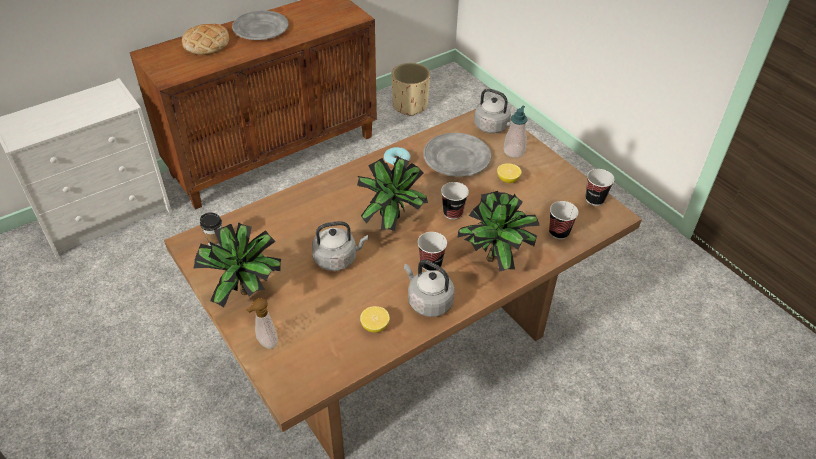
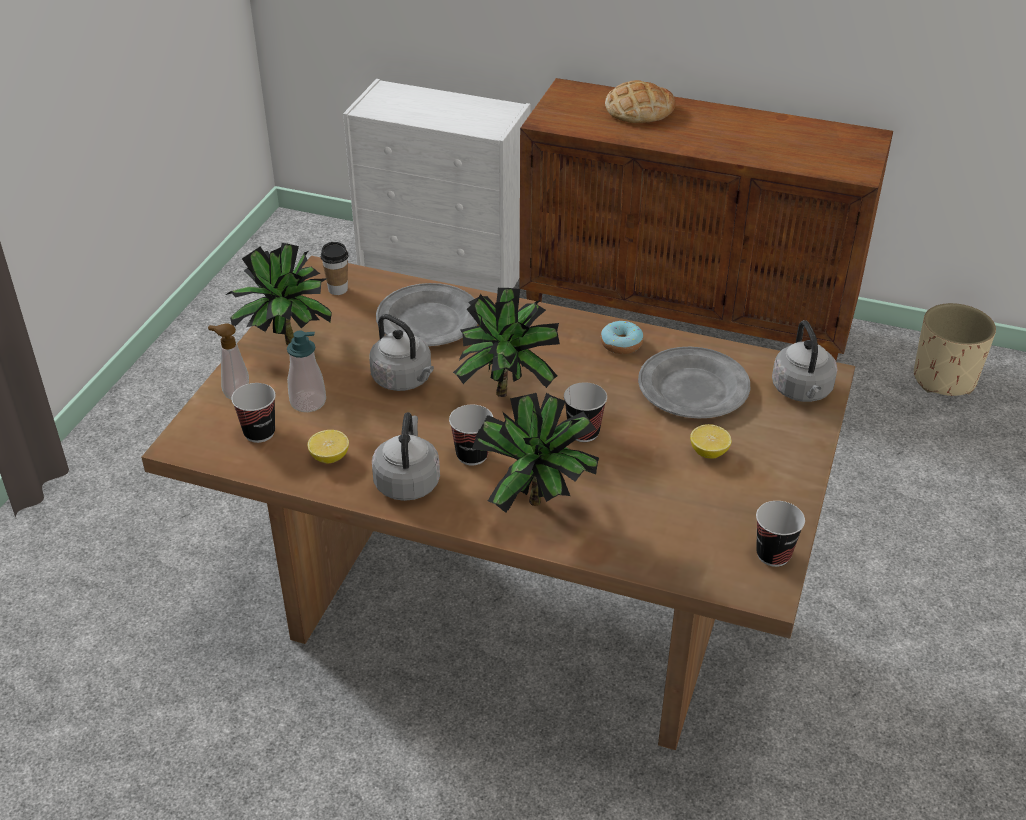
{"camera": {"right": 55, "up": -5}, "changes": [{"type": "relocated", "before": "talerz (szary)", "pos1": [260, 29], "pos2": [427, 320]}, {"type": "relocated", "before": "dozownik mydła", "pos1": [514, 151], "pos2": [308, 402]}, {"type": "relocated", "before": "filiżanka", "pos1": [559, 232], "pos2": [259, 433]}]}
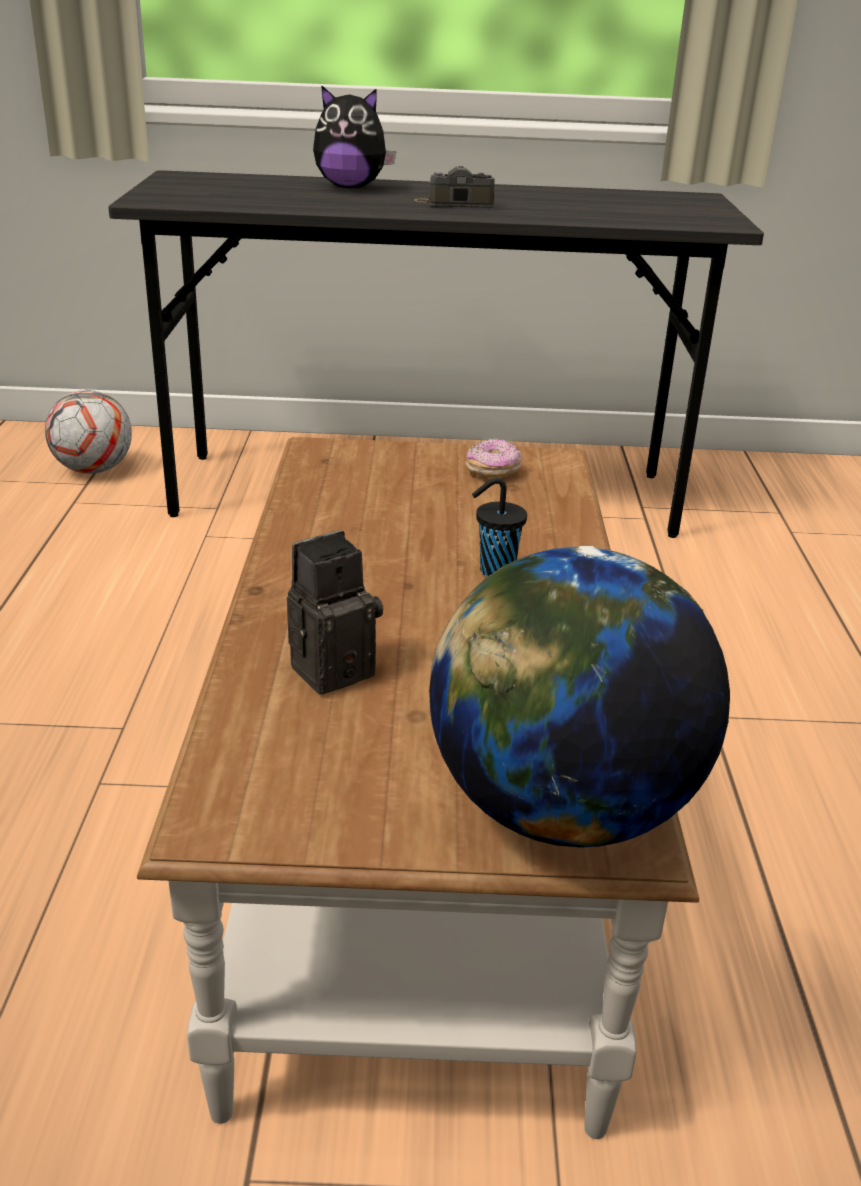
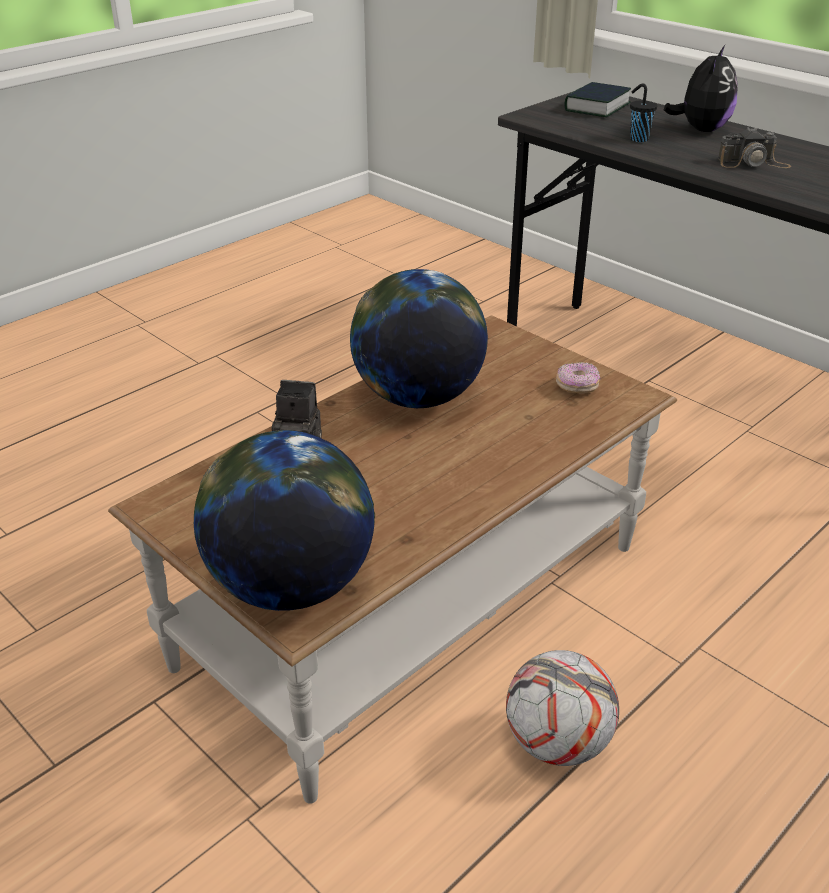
{"camera": {"right": 45, "up": 5}, "changes": [{"type": "appeared", "after": "globus", "pos2": [418, 398]}, {"type": "appeared", "after": "książka", "pos2": [597, 107]}, {"type": "relocated", "before": "piłka futbolowa", "pos1": [94, 470], "pos2": [557, 743]}, {"type": "relocated", "before": "filiżanka (czarny)", "pos1": [494, 571], "pos2": [638, 139]}, {"type": "spun", "before": "pluszak", "pos1": [351, 187], "pos2": [701, 129], "turn": -120}, {"type": "spun", "before": "aparat fotograficzny", "pos1": [454, 203], "pos2": [753, 163], "turn": 135}]}
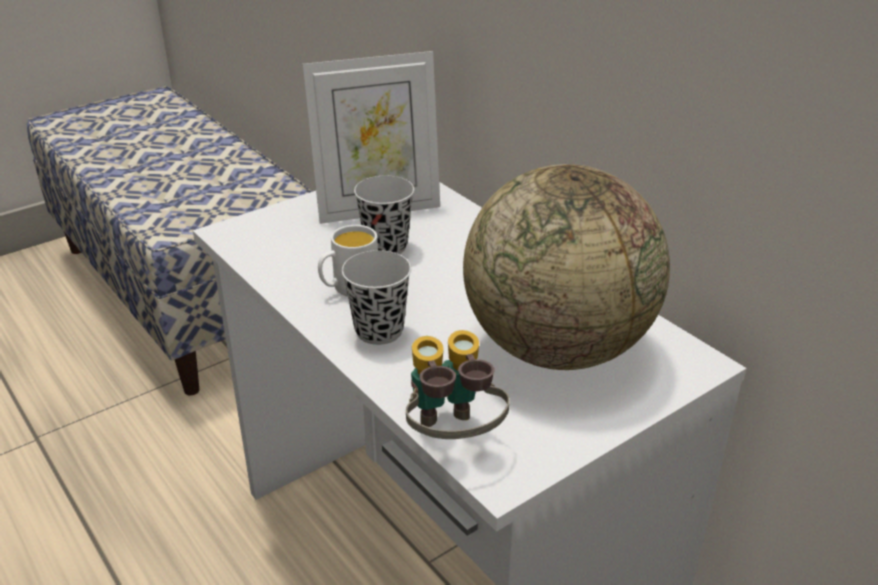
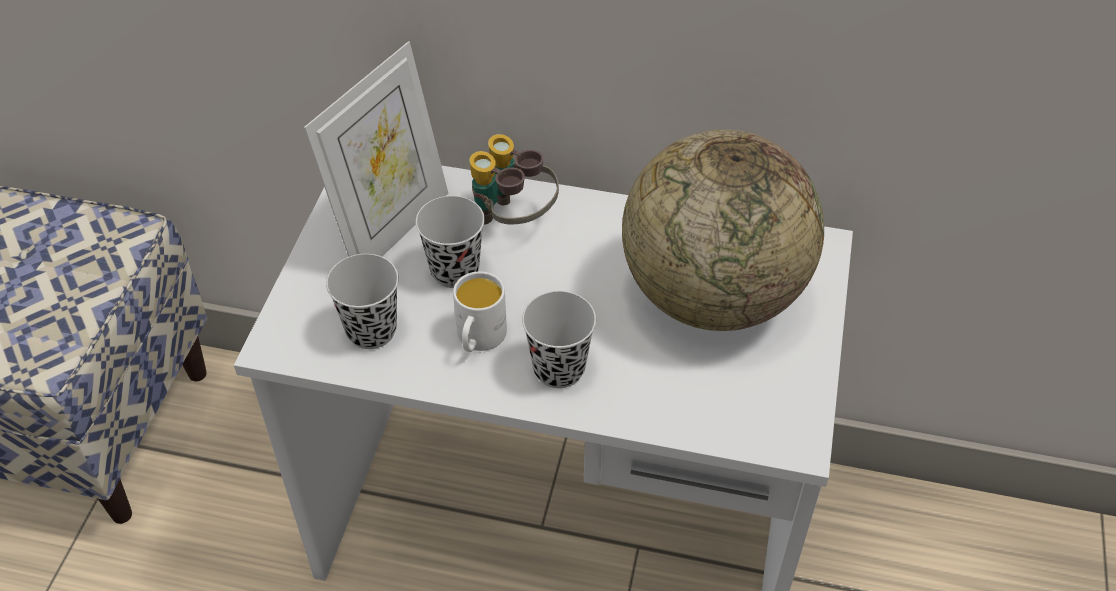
{"camera": {"right": -40, "up": 15}, "changes": [{"type": "appeared", "after": "filiżanka (czarny)", "pos2": [371, 330]}, {"type": "relocated", "before": "lornetka", "pos1": [452, 438], "pos2": [512, 220]}]}
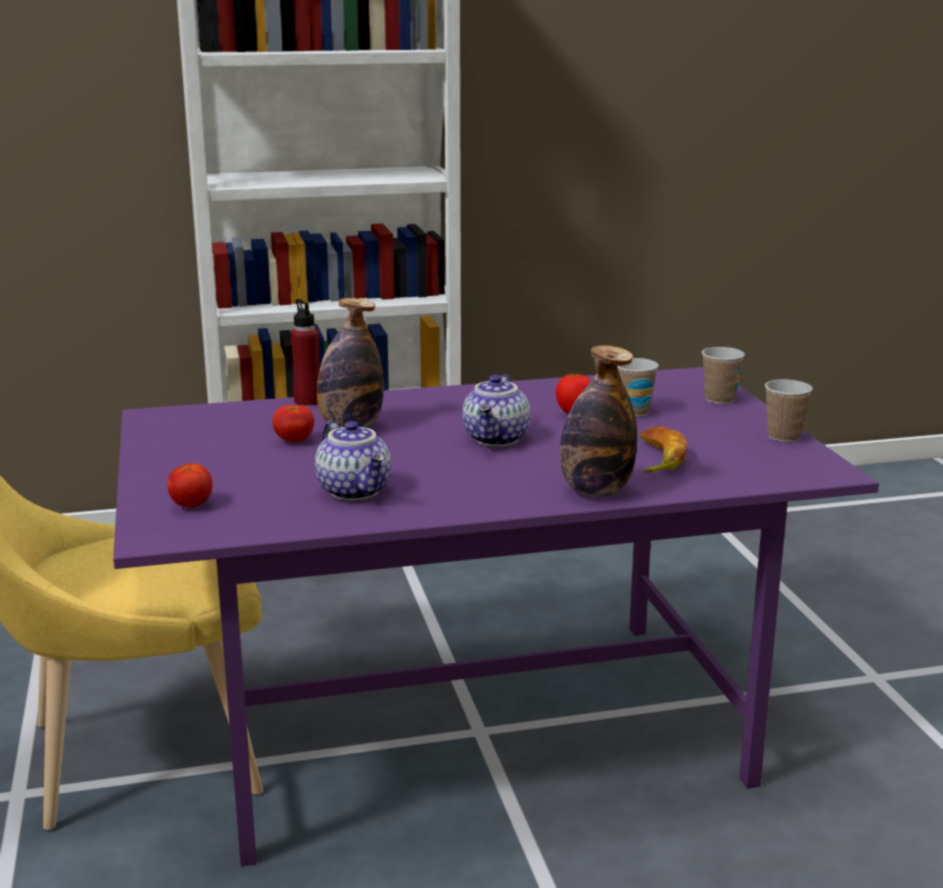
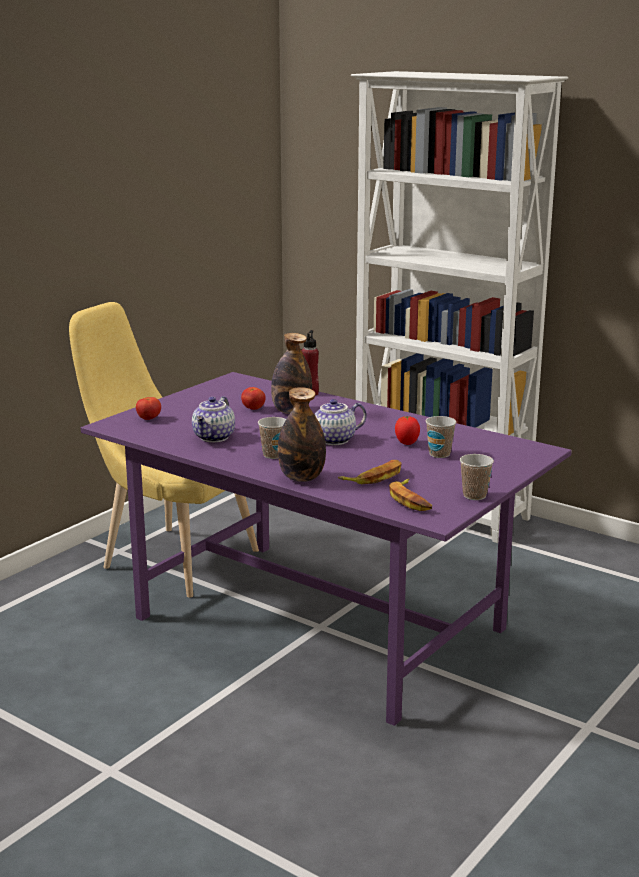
{"camera": {"right": 50, "up": 0}, "changes": [{"type": "appeared", "after": "banan", "pos2": [410, 500]}, {"type": "relocated", "before": "filiżanka", "pos1": [719, 399], "pos2": [273, 455]}]}
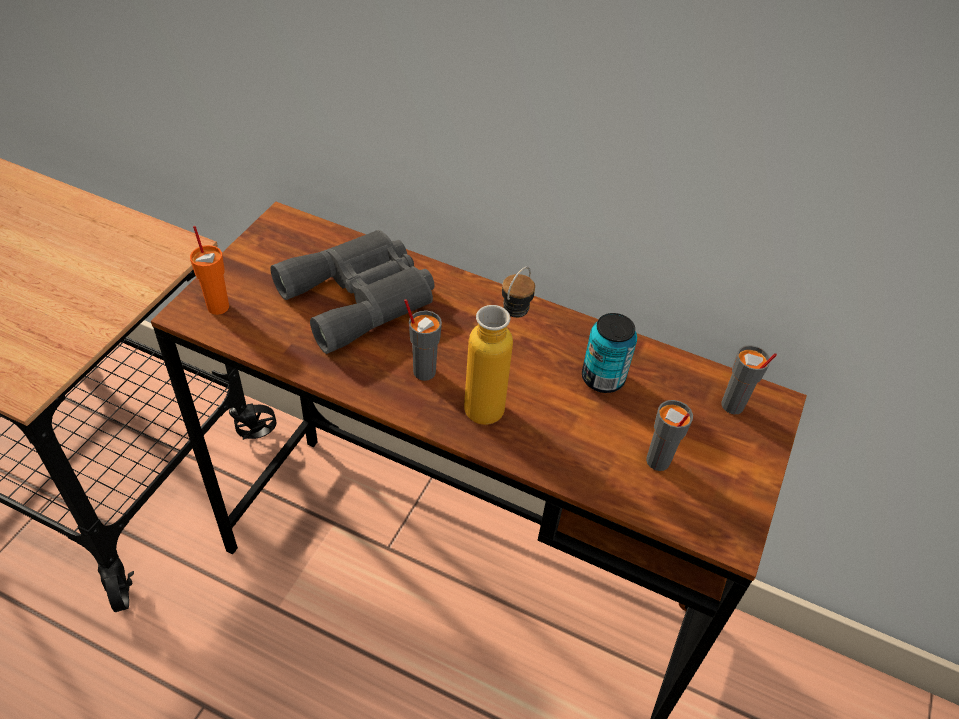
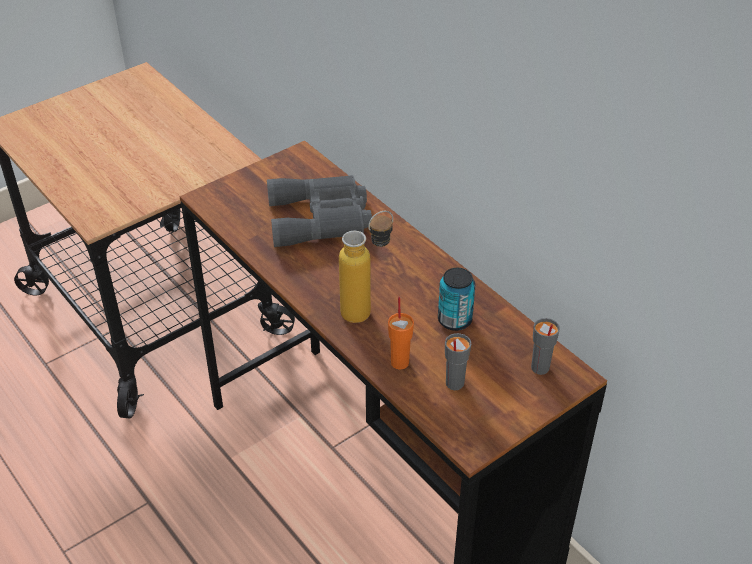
{"camera": {"right": 30, "up": -5}, "changes": [{"type": "missing", "before": "filiżanka (szary)", "pos1": [423, 371]}, {"type": "relocated", "before": "filiżanka (pomarańczowy)", "pos1": [218, 306], "pos2": [400, 362]}]}
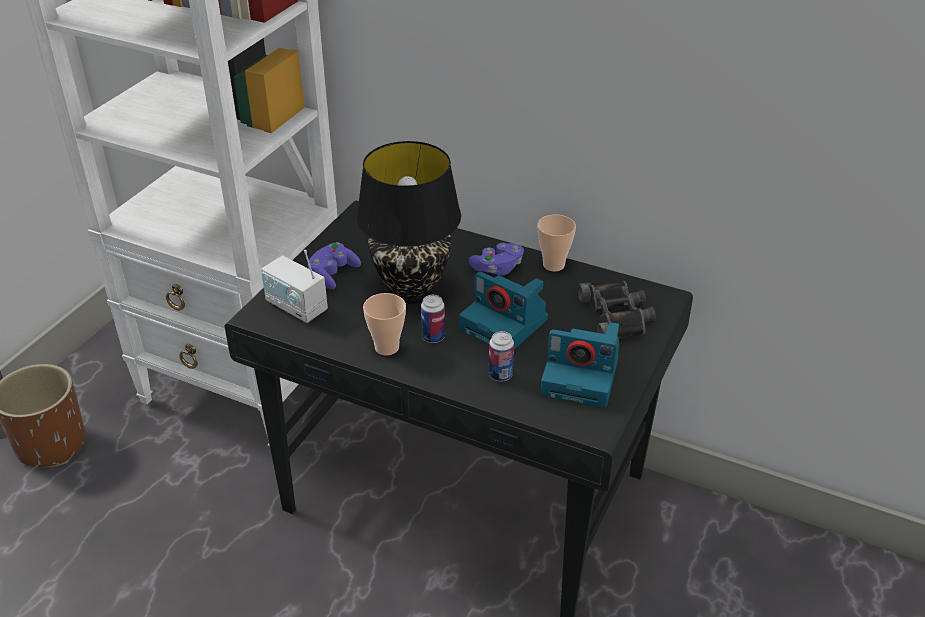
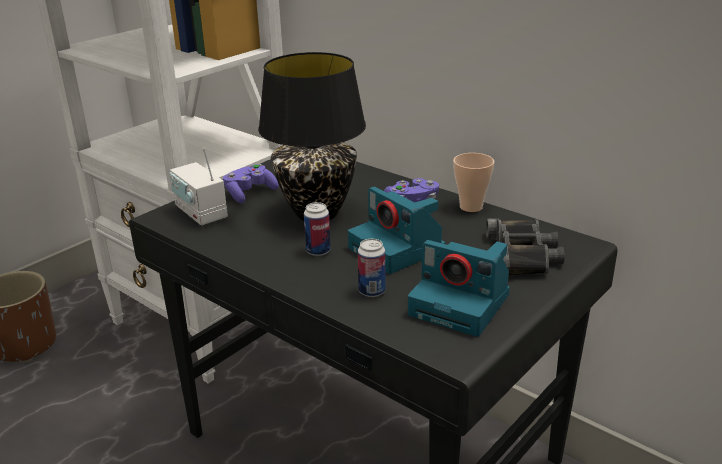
{"camera": {"right": 15, "up": -10}, "changes": [{"type": "missing", "before": "filiżanka", "pos1": [387, 347]}]}
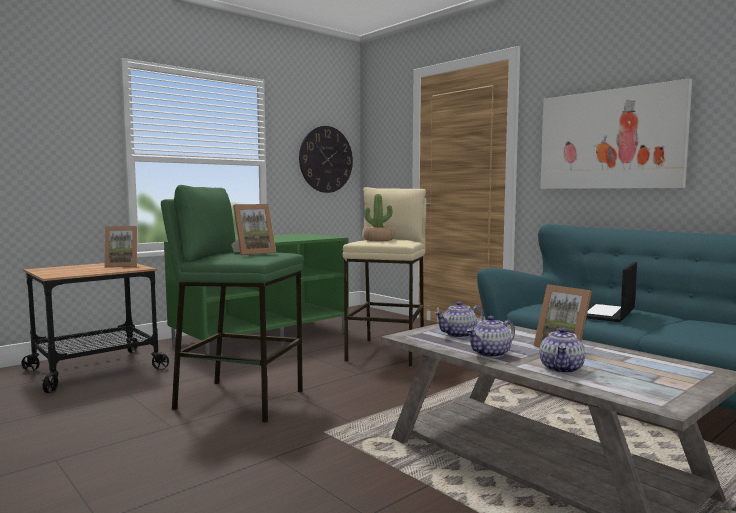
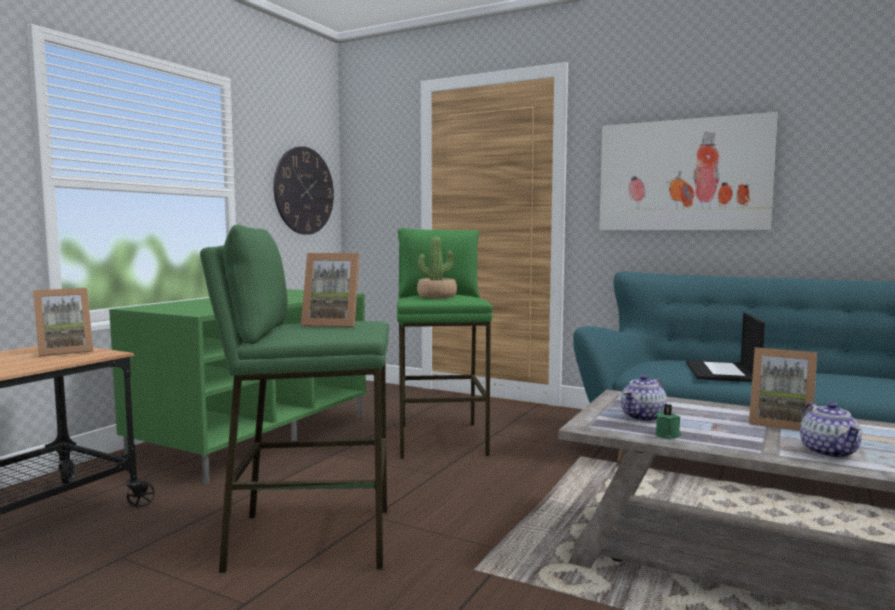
{"camera": {"right": -20, "up": 0}, "changes": [{"type": "missing", "before": "imbryk", "pos1": [491, 354]}, {"type": "appeared", "after": "świeca (zielony)", "pos2": [668, 435]}, {"type": "colour", "before": "stołek (beżowy)", "after": "stołek (zielony)", "pos1": [387, 352], "pos2": [442, 440]}, {"type": "spun", "before": "ramka na zdjęcie", "pos1": [253, 253], "pos2": [333, 324], "turn": 60}]}
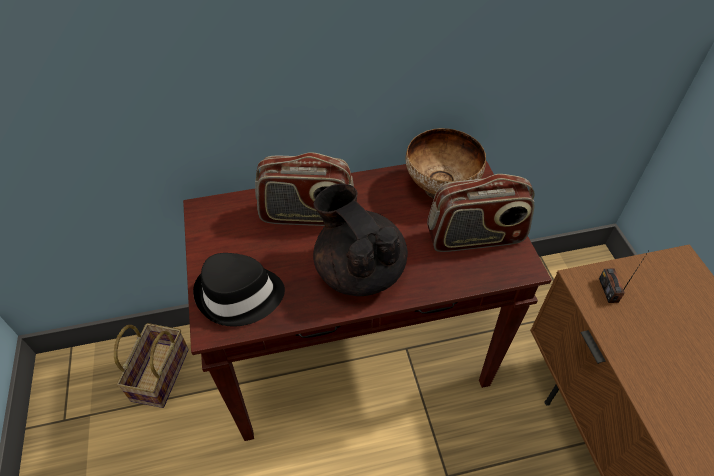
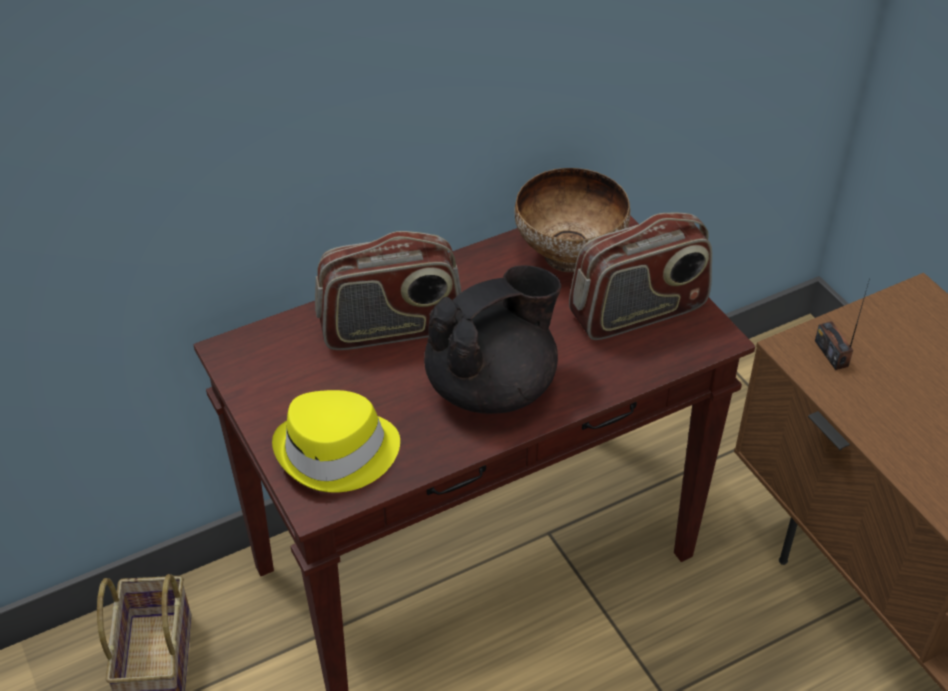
{"camera": {"right": -15, "up": -5}, "changes": [{"type": "colour", "before": "kapelusz (czarny)", "after": "kapelusz (żółty)", "pos1": [240, 295], "pos2": [337, 453]}, {"type": "spun", "before": "imbryk (czarny)", "pos1": [359, 270], "pos2": [493, 386], "turn": 105}]}
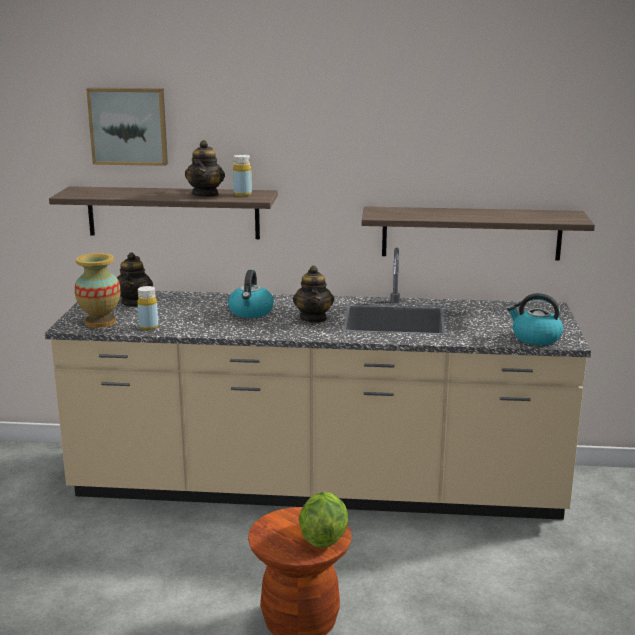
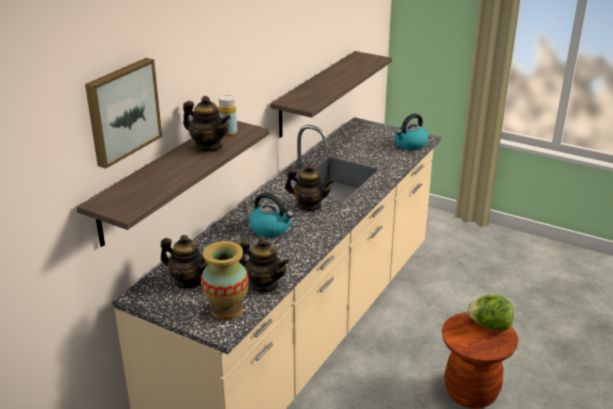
{"camera": {"right": -65, "up": 10}, "changes": [{"type": "exchanged", "before": "butelka (żółty)", "after": "imbryk", "pos1": [148, 327], "pos2": [264, 285]}]}
